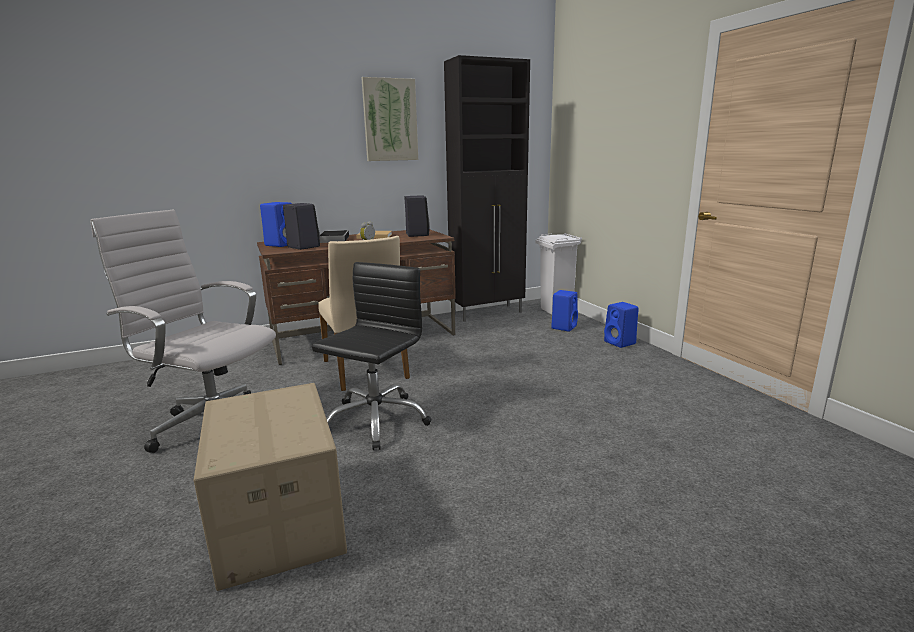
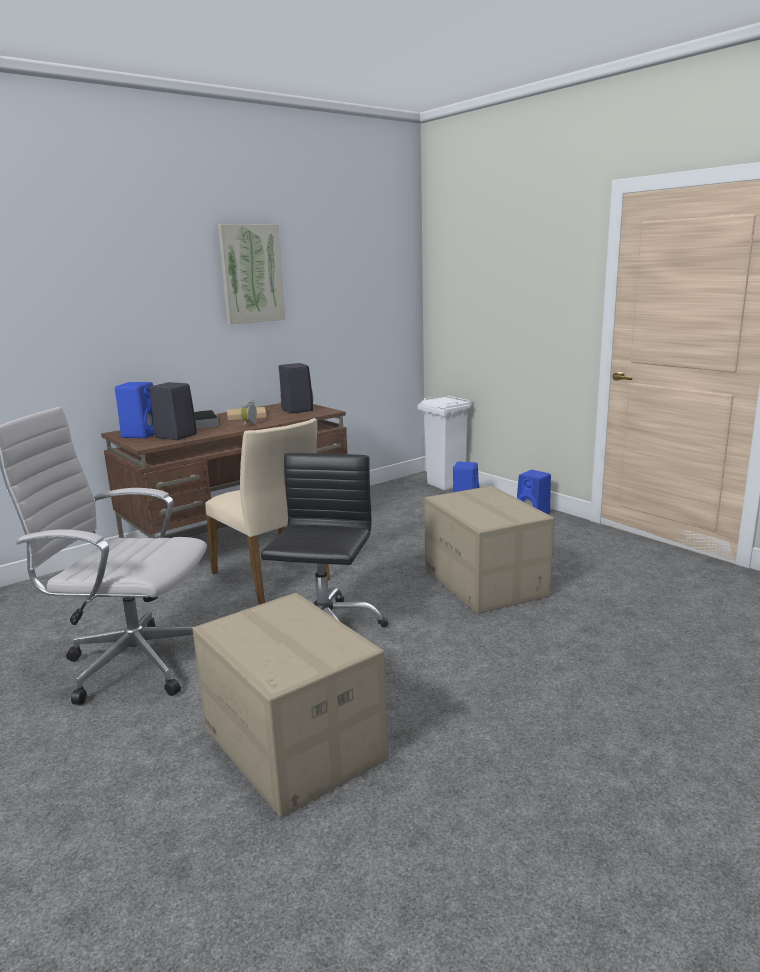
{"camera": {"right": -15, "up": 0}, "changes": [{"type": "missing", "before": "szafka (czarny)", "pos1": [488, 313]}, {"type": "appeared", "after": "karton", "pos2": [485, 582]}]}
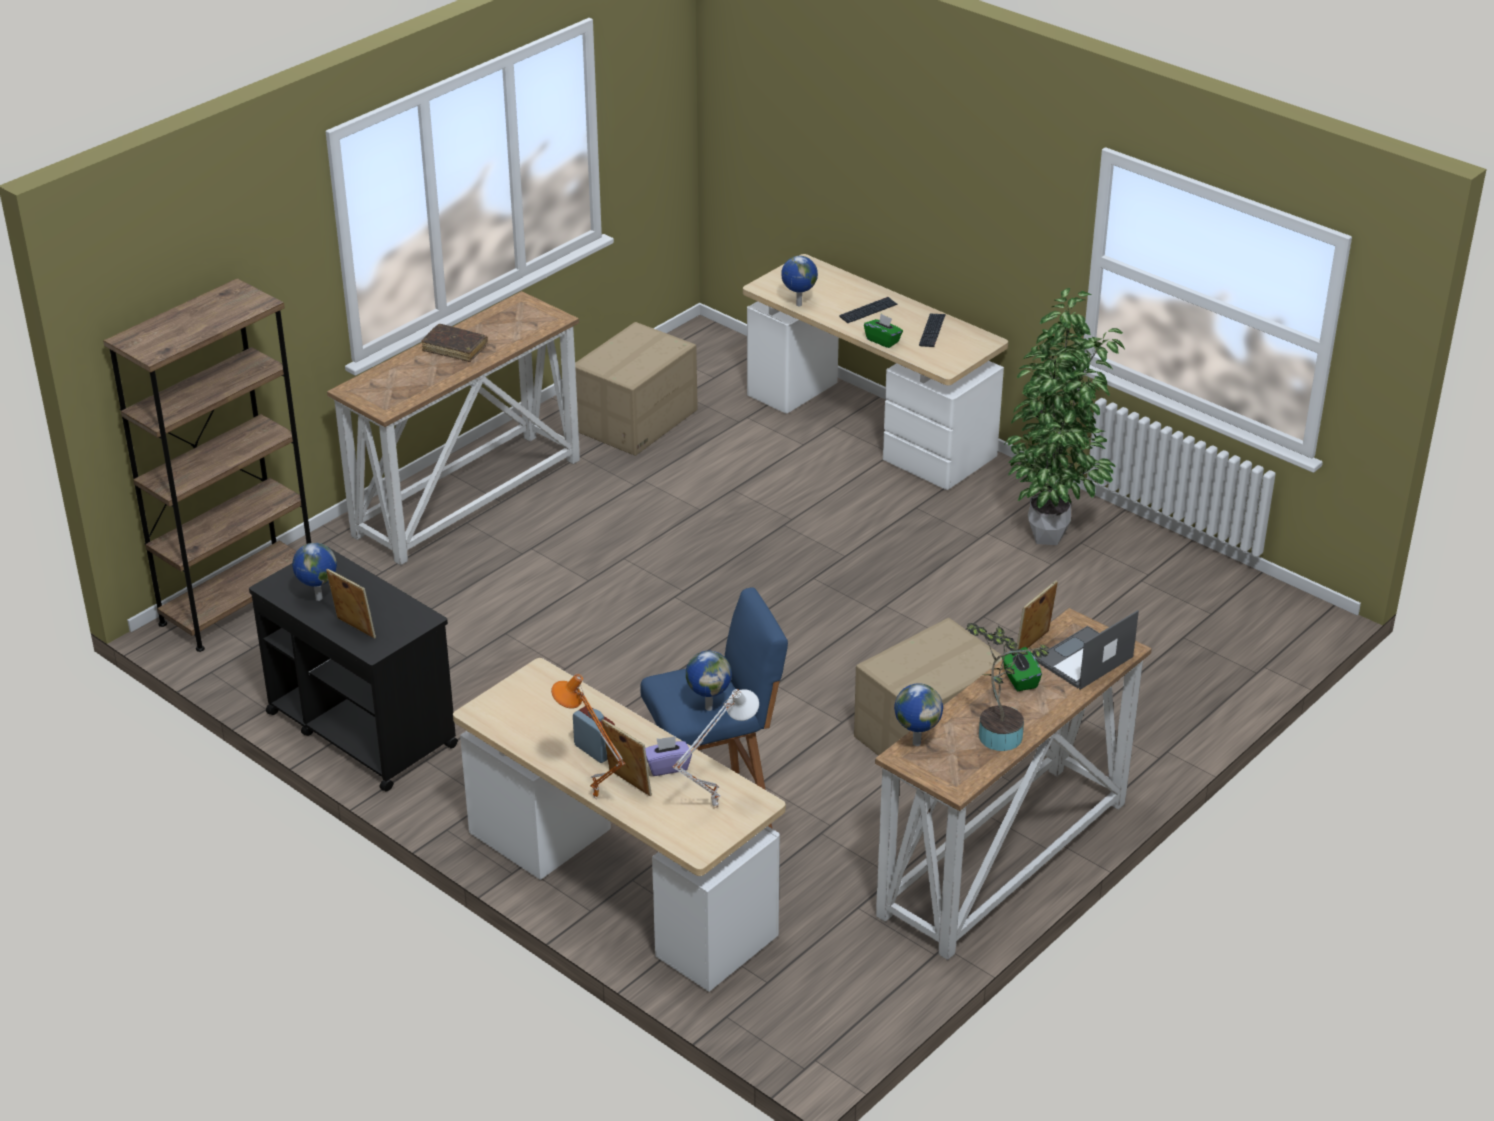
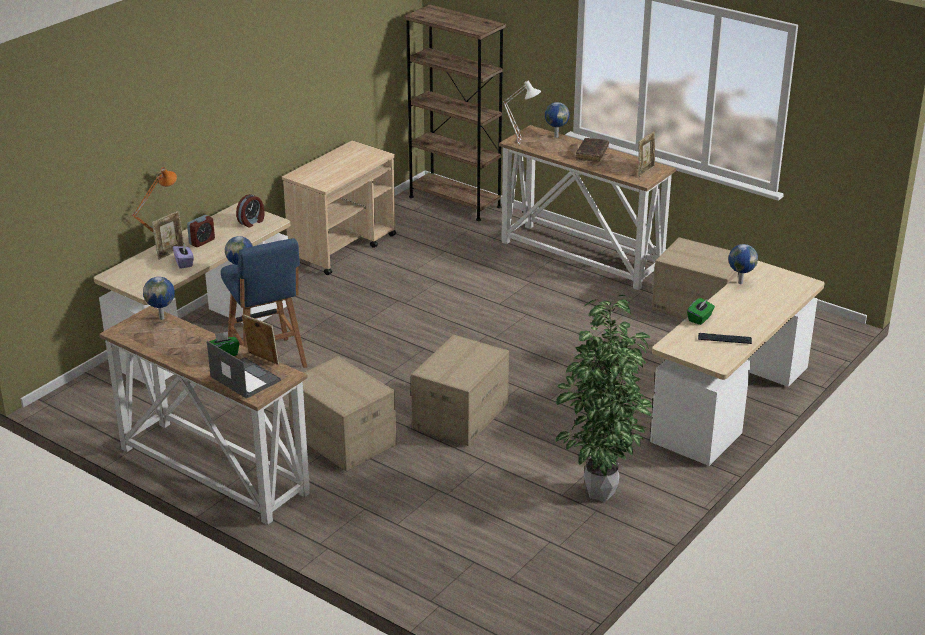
{"camera": {"right": 85, "up": -5}, "changes": [{"type": "missing", "before": "klawiatura", "pos1": [868, 311]}, {"type": "missing", "before": "roślina doniczkowa", "pos1": [999, 733]}, {"type": "appeared", "after": "budzik", "pos2": [252, 222]}, {"type": "appeared", "after": "karton", "pos2": [459, 415]}, {"type": "relocated", "before": "globus", "pos1": [318, 598], "pos2": [556, 136]}, {"type": "relocated", "before": "ramka na zdjęcie", "pos1": [354, 629], "pos2": [645, 171]}, {"type": "relocated", "before": "lampa stołowa (biały)", "pos1": [714, 806], "pos2": [520, 145]}, {"type": "colour", "before": "wózek (czarny)", "after": "wózek (beżowy)", "pos1": [361, 728], "pos2": [343, 247]}]}
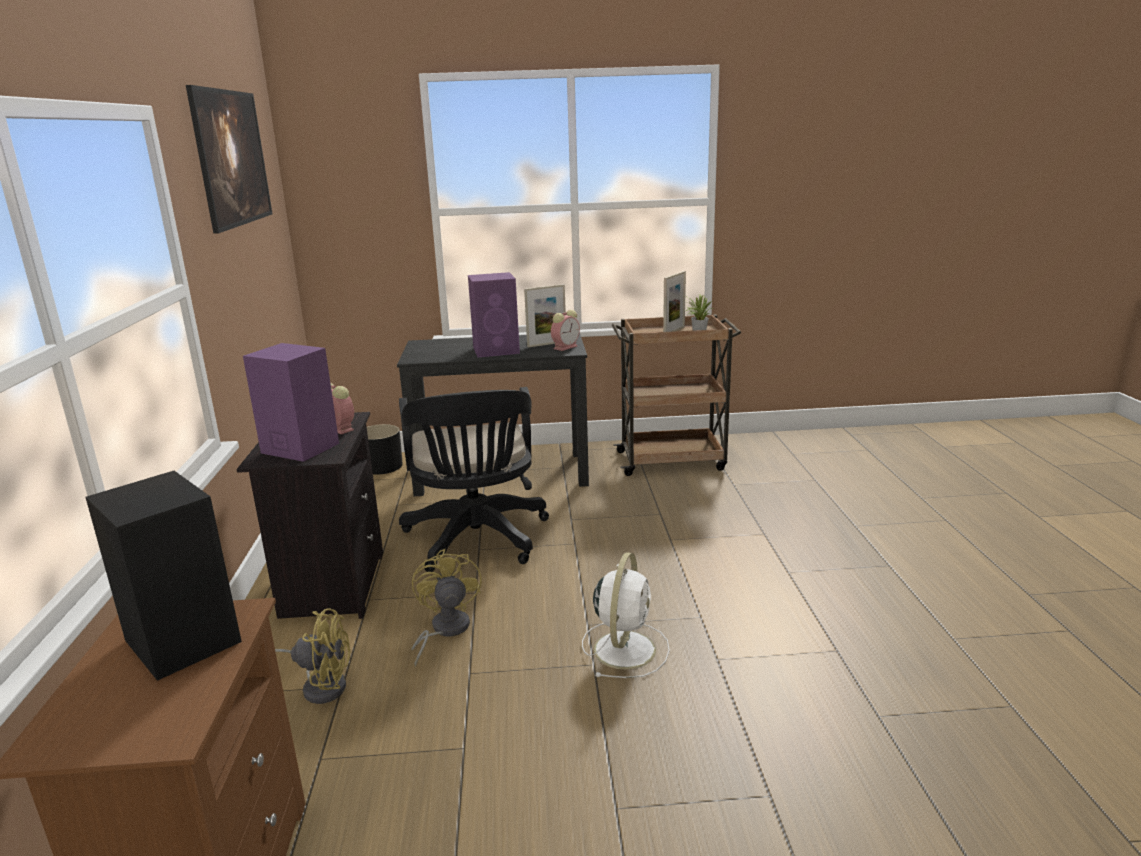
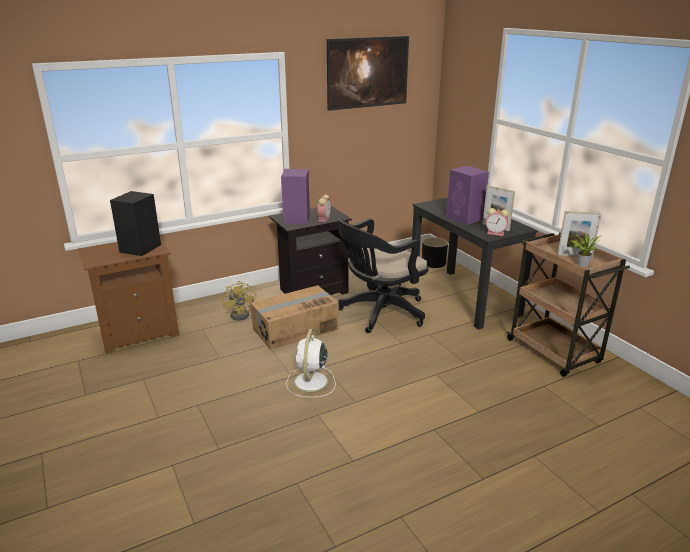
{"camera": {"right": 65, "up": 5}, "changes": [{"type": "exchanged", "before": "wentylator (żółty)", "after": "karton", "pos1": [444, 630], "pos2": [295, 329]}, {"type": "spun", "before": "wentylator (biały)", "pos1": [625, 648], "pos2": [310, 382], "turn": 105}]}
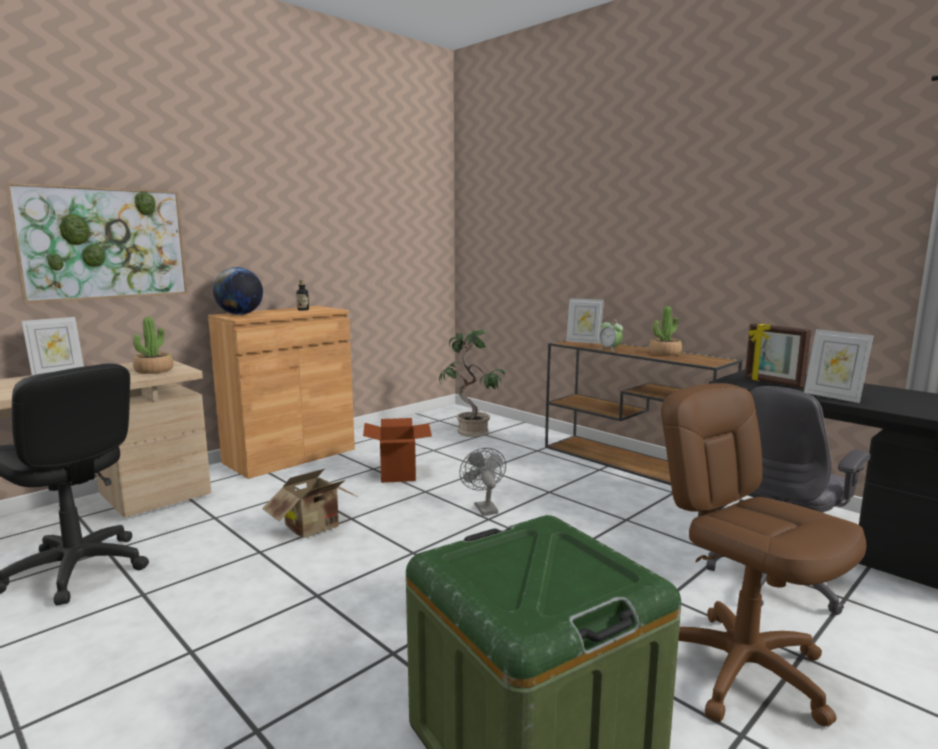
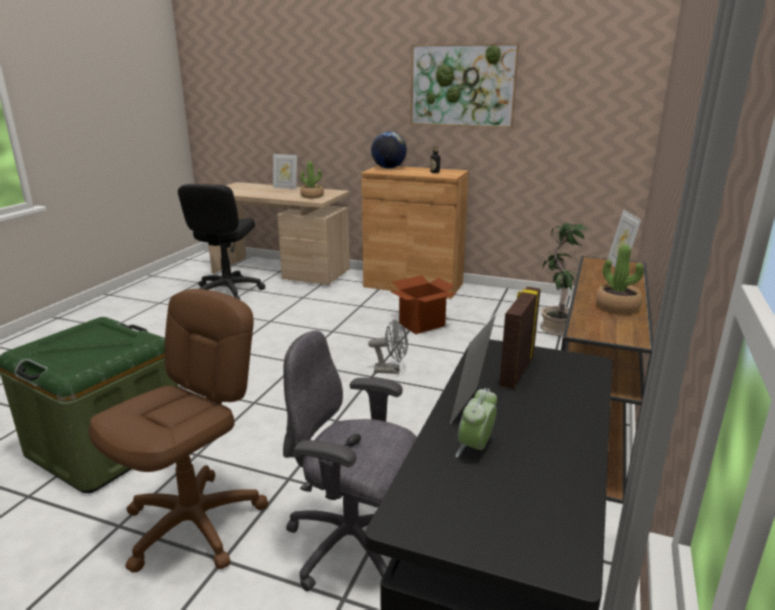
{"camera": {"right": 65, "up": 10}, "changes": [{"type": "missing", "before": "karton", "pos1": [315, 528]}, {"type": "relocated", "before": "obraz", "pos1": [104, 243], "pos2": [462, 86]}, {"type": "relocated", "before": "budzik", "pos1": [610, 349], "pos2": [475, 448]}, {"type": "spun", "before": "wentylator (szary)", "pos1": [484, 507], "pos2": [391, 370], "turn": 45}]}
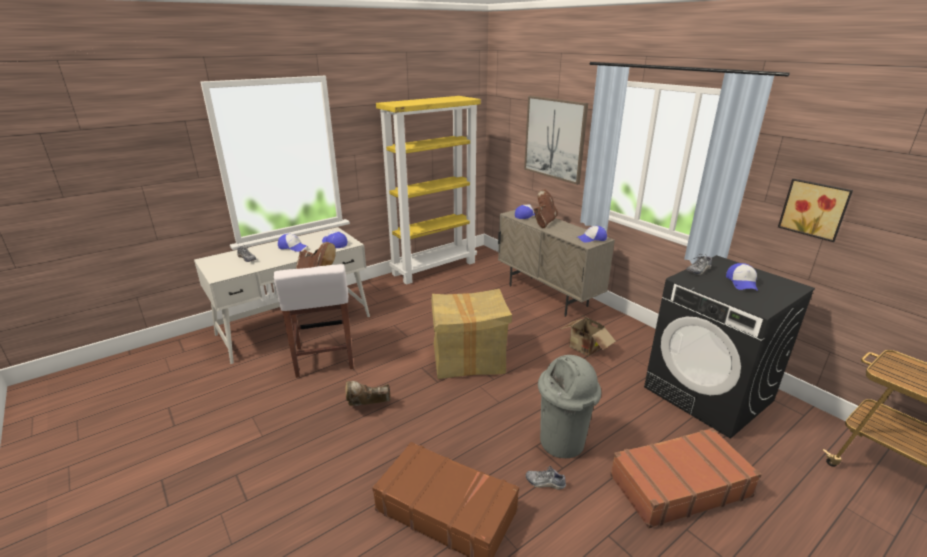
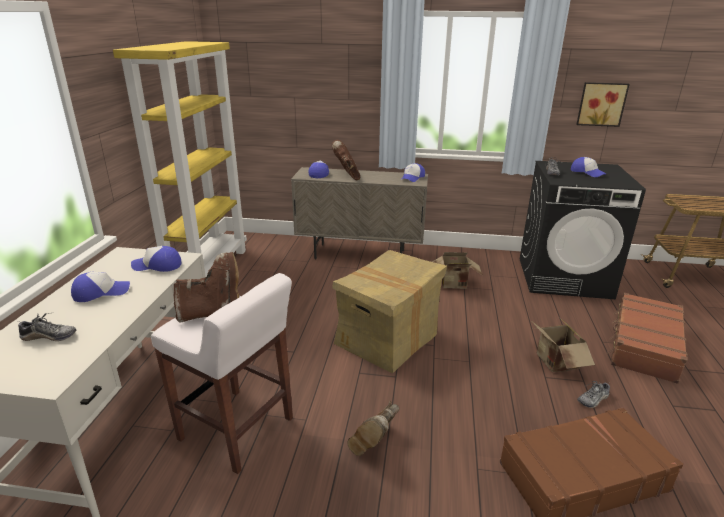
{"camera": {"right": -45, "up": 0}, "changes": [{"type": "missing", "before": "obraz", "pos1": [554, 139]}, {"type": "exchanged", "before": "kosz na śmieci (szary)", "after": "karton", "pos1": [562, 443], "pos2": [554, 363]}]}
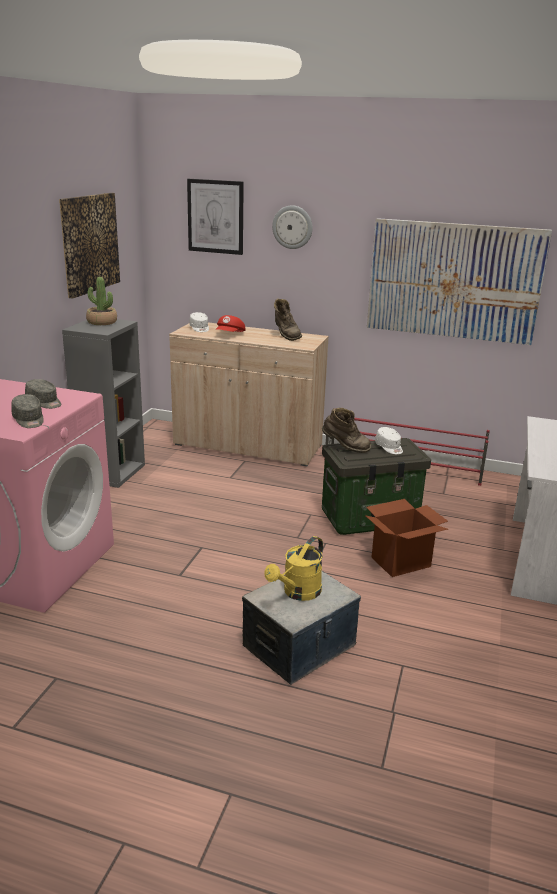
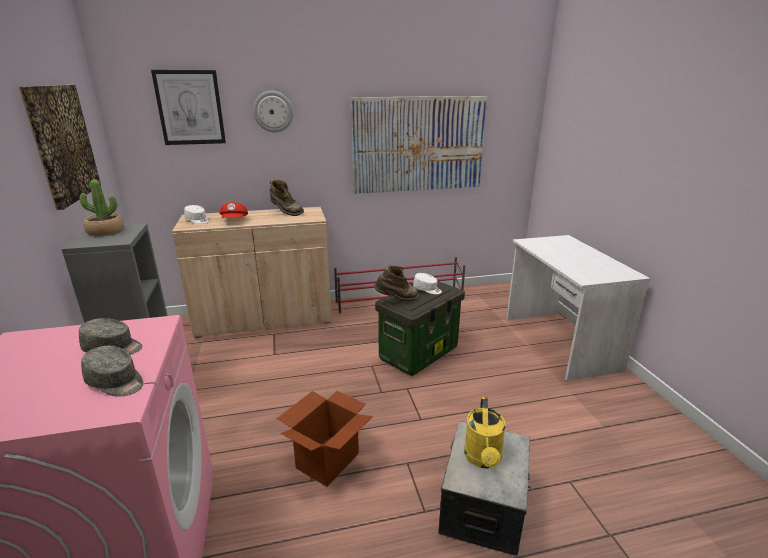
{"camera": {"right": -30, "up": 0}, "changes": [{"type": "relocated", "before": "karton", "pos1": [401, 562], "pos2": [328, 460]}]}
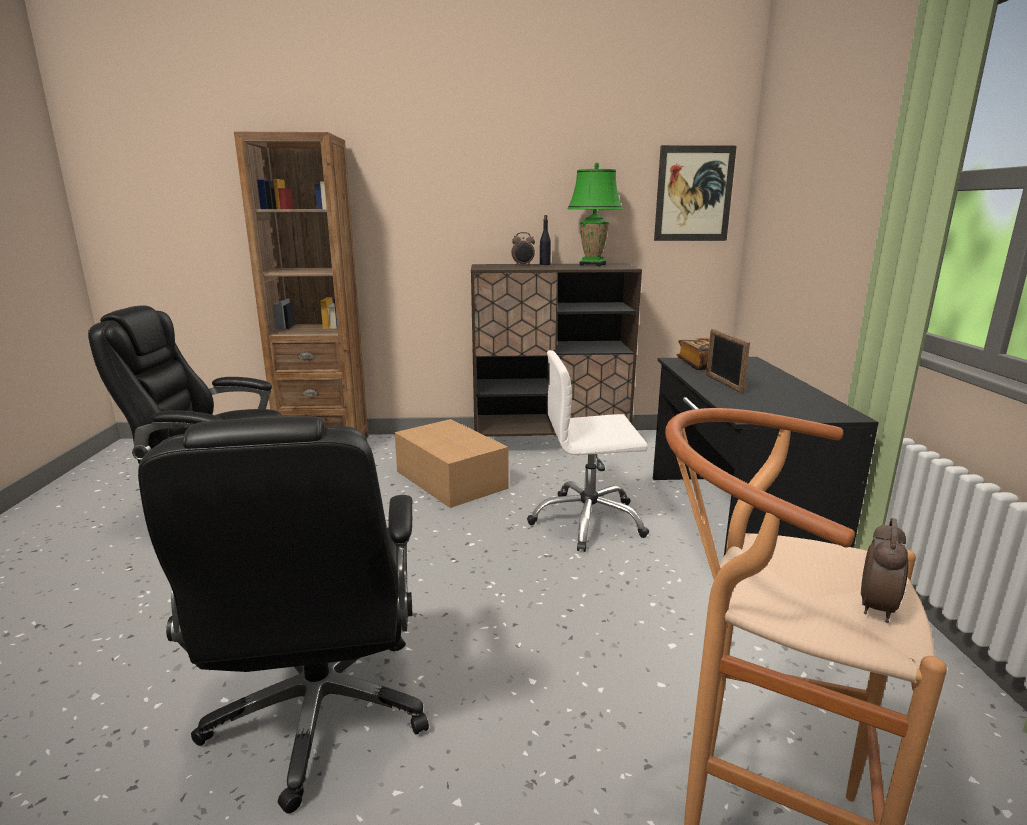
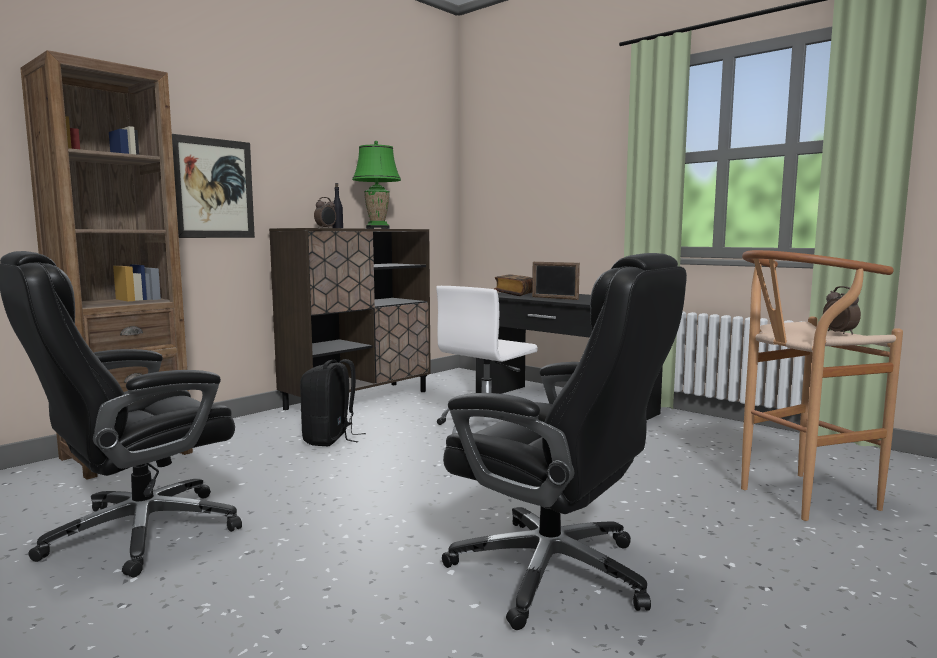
{"camera": {"right": -45, "up": -10}, "changes": [{"type": "relocated", "before": "obraz", "pos1": [694, 194], "pos2": [213, 188]}, {"type": "exchanged", "before": "karton", "after": "plecak (czarny)", "pos1": [451, 480], "pos2": [330, 439]}]}
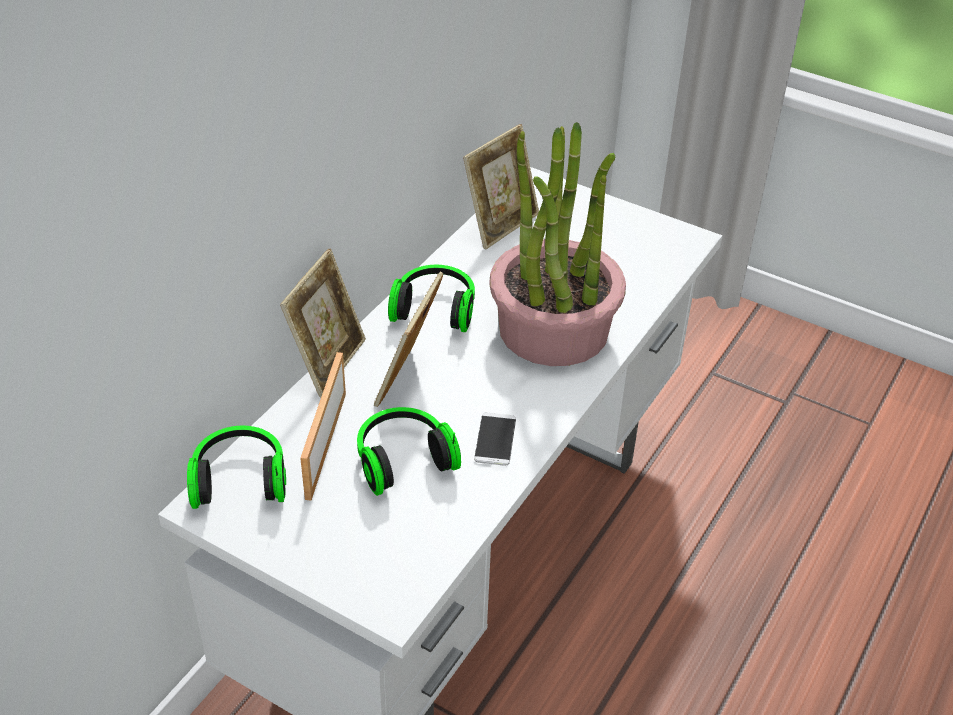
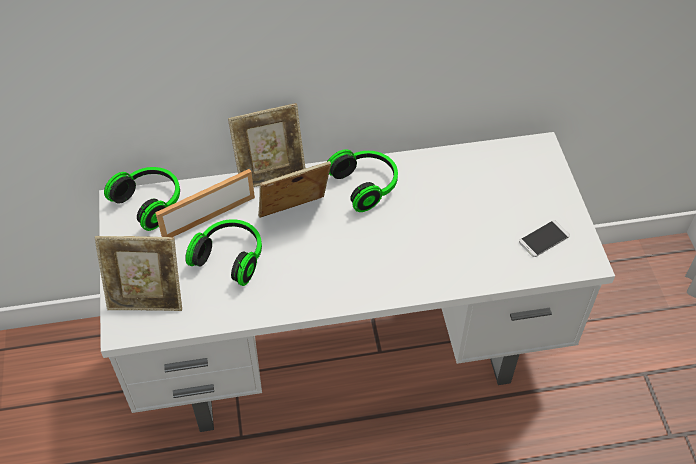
{"camera": {"right": 50, "up": 10}, "changes": [{"type": "missing", "before": "roślina doniczkowa", "pos1": [553, 330]}, {"type": "relocated", "before": "ramka na zdjęcie", "pos1": [501, 225], "pos2": [147, 298]}, {"type": "relocated", "before": "telefon", "pos1": [495, 439], "pos2": [544, 239]}]}
